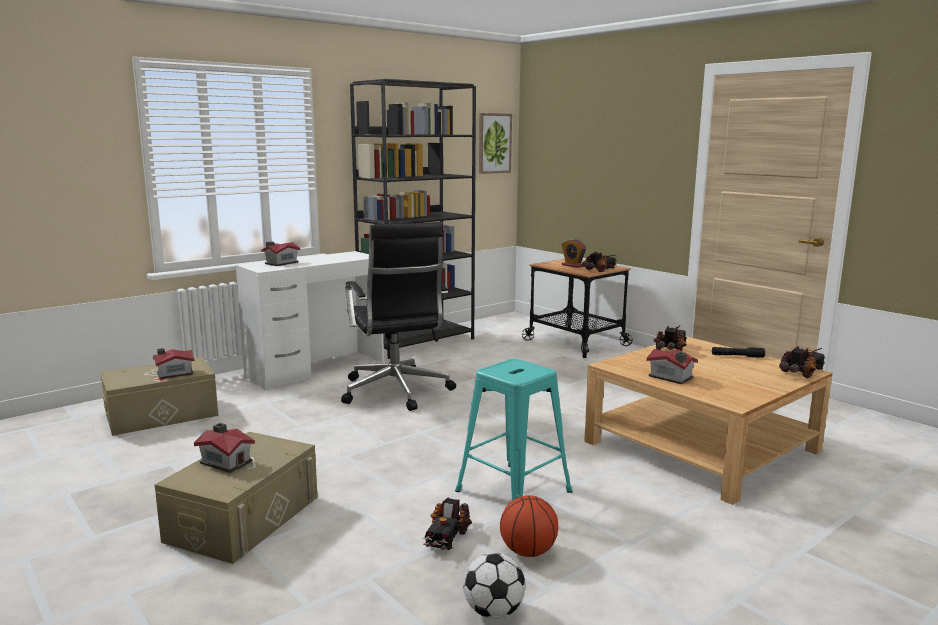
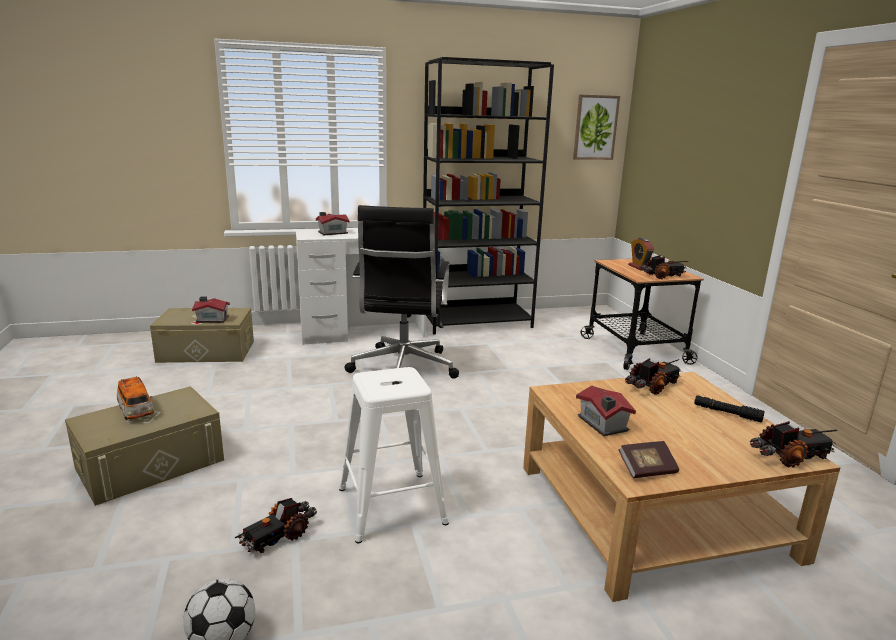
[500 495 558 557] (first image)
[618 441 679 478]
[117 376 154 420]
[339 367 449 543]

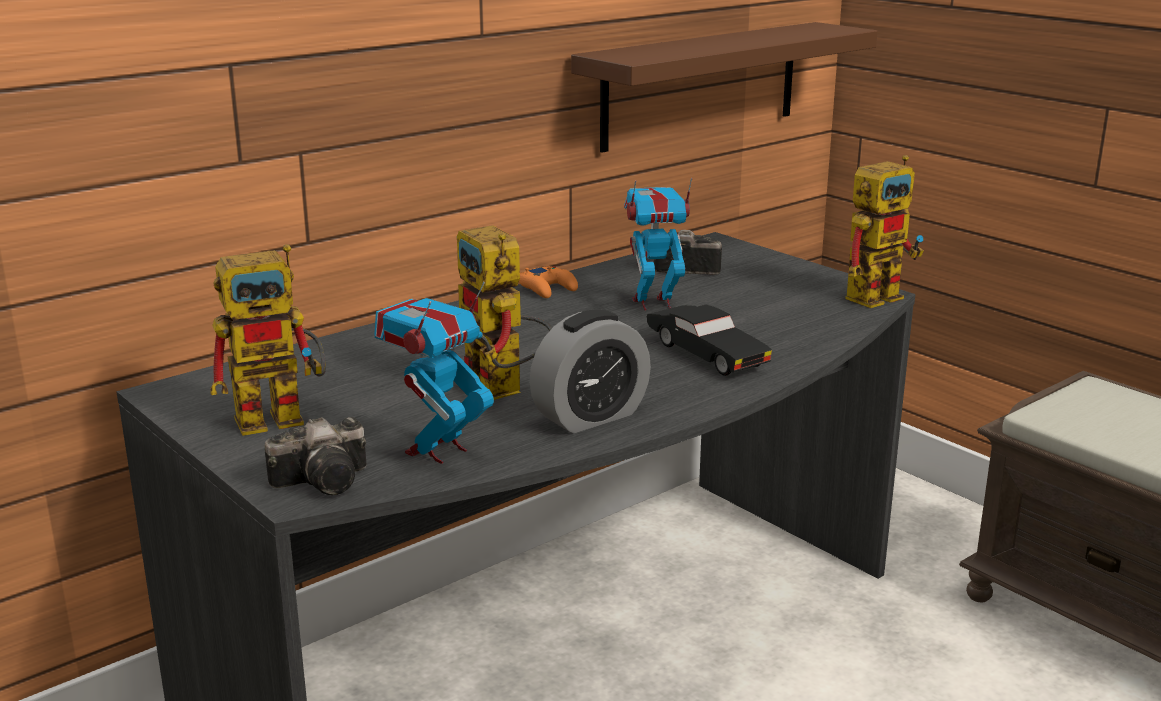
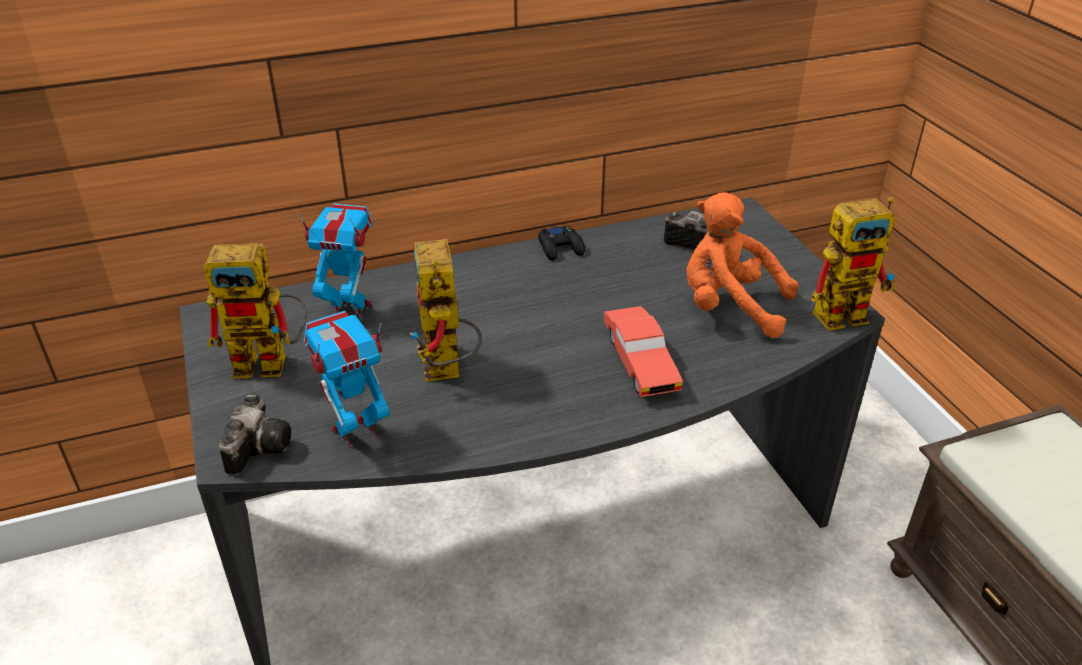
[529 309 651 433] (first image)
[571 22 878 153] (first image)
[687 192 799 338]
[297 204 373 318]
[538 226 585 261]
[604 306 683 397]
[219 393 291 475]

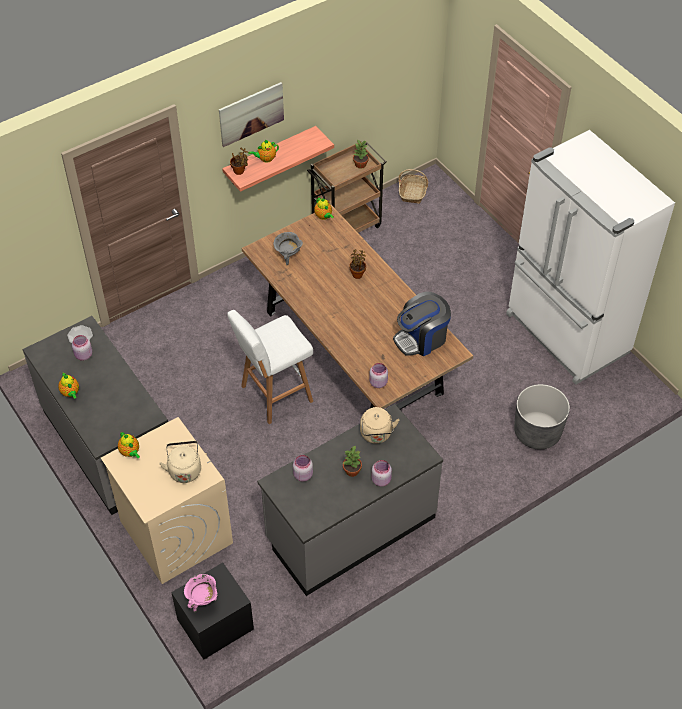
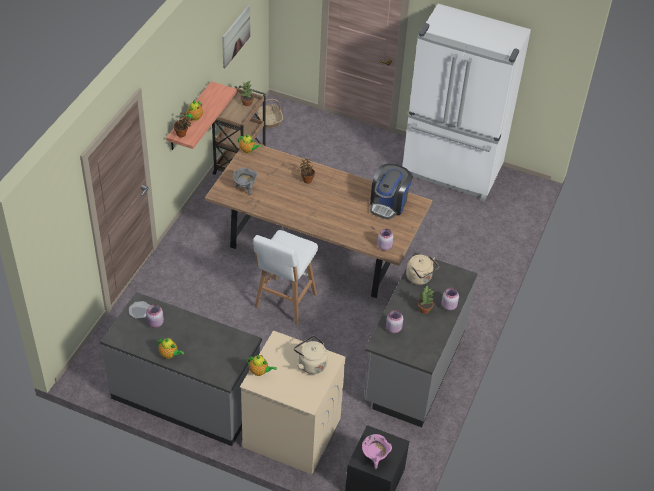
[514 384 570 450] (first image)
[222 5 250 68]

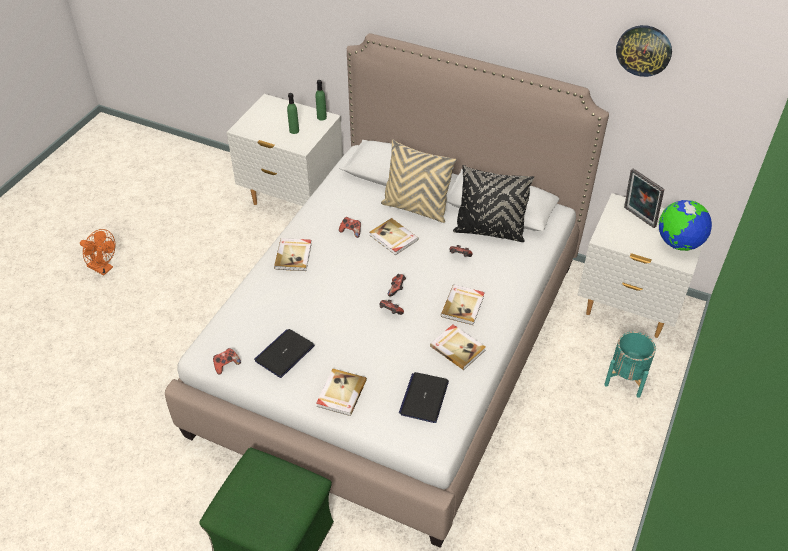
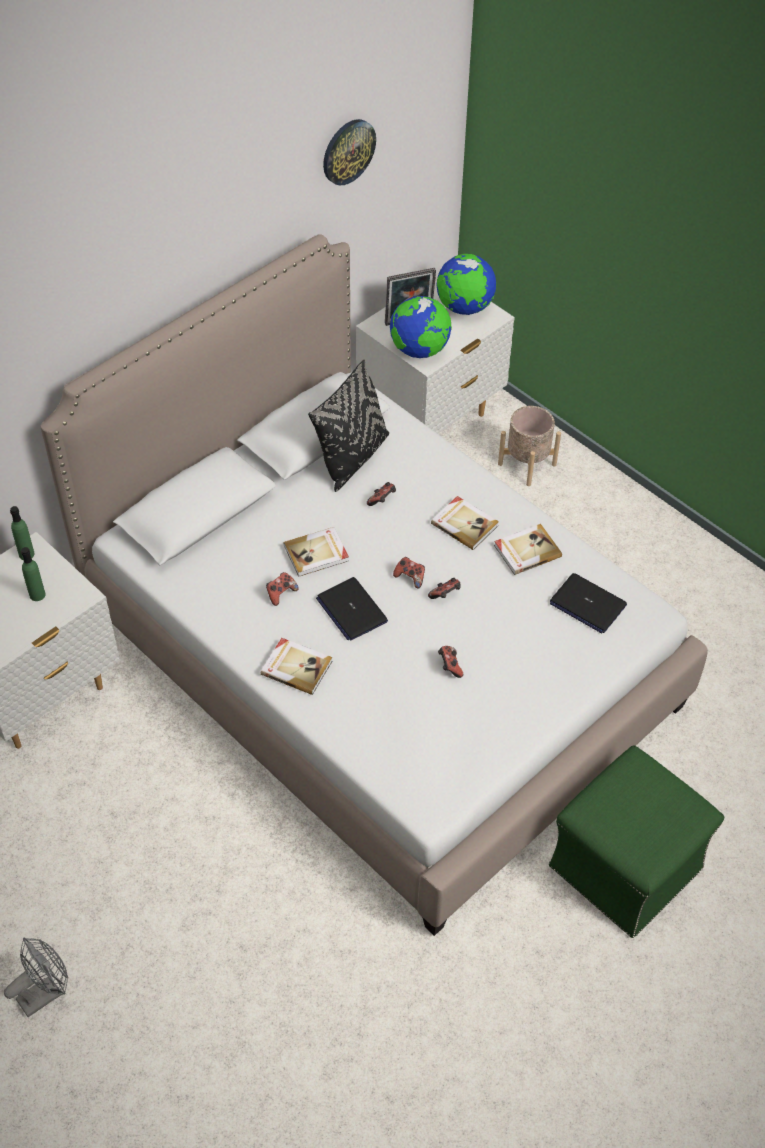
[316 369 367 416] (first image)
[381 139 457 223] (first image)
[390 296 452 358]
[438 646 463 678]
[316 577 388 641]
[4 938 68 1017]
[498 406 561 486]

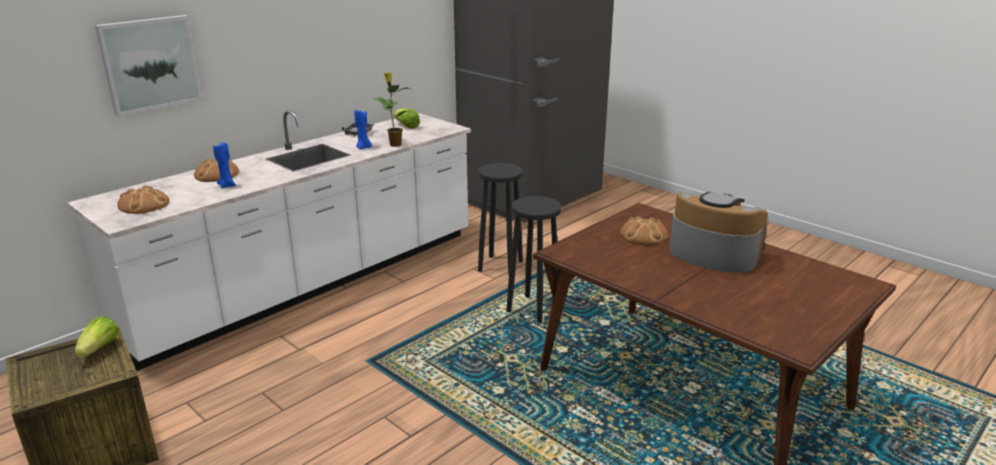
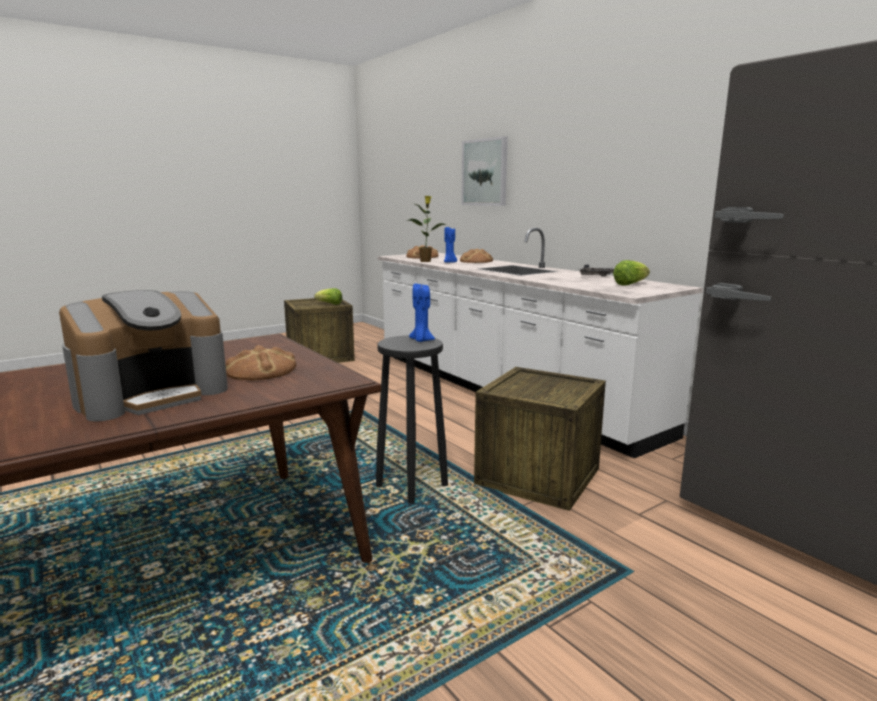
[409 282 435 342]
[407 196 447 262]
[474 367 606 511]

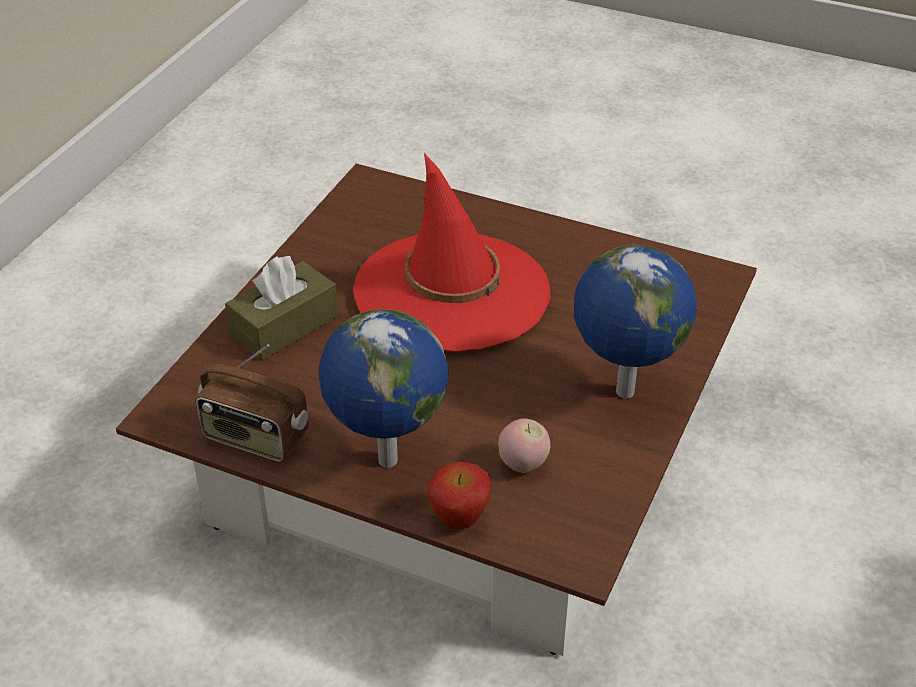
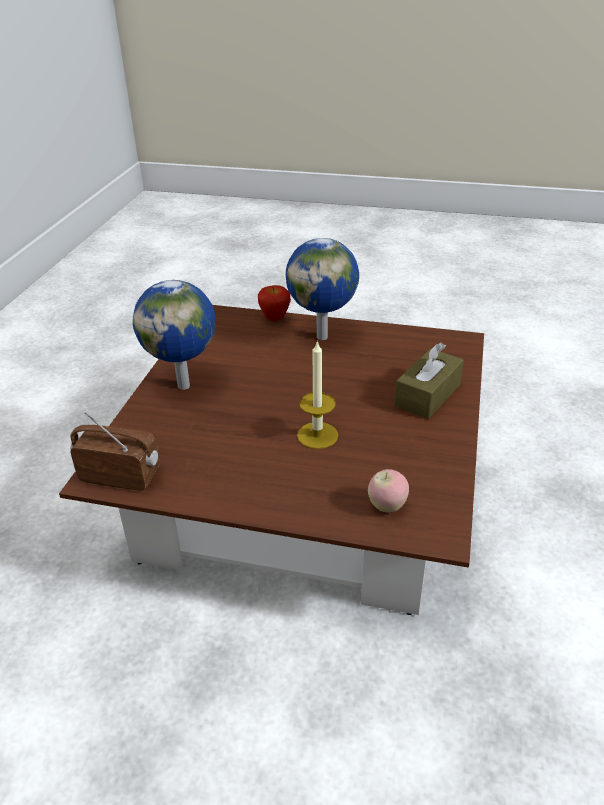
[70 412 160 491]
[368 469 409 512]
[297 341 338 449]

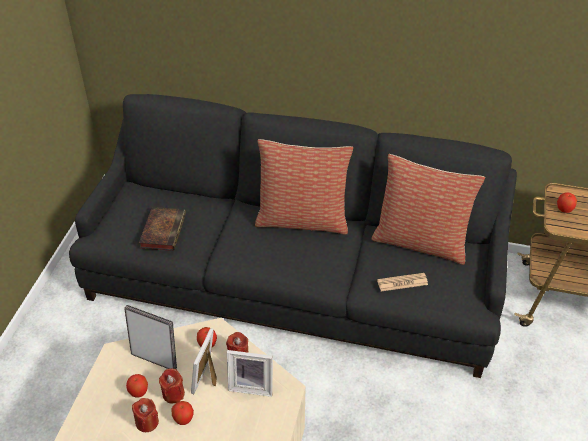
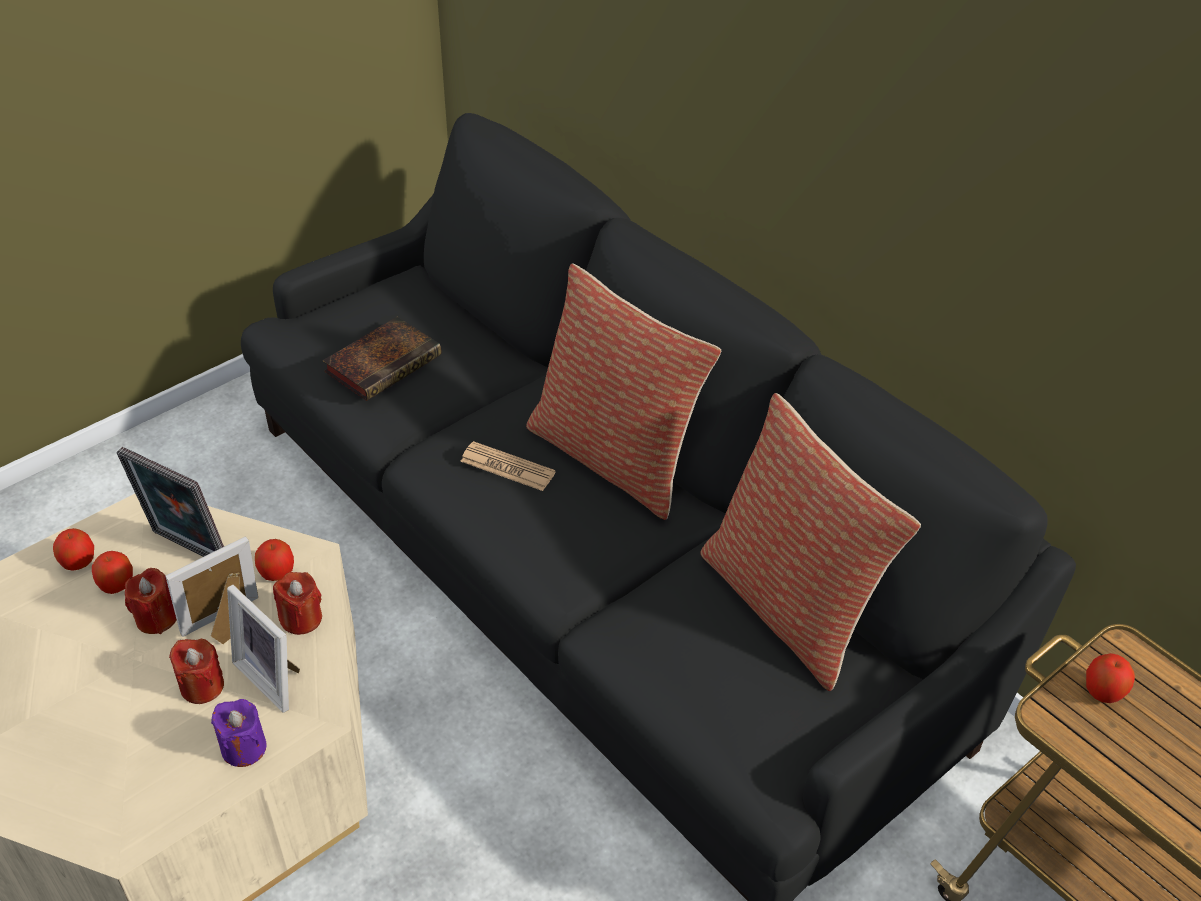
[211 699 267 767]
[169 639 224 704]
[53 528 94 571]
[460 441 556 491]
[116 447 224 557]

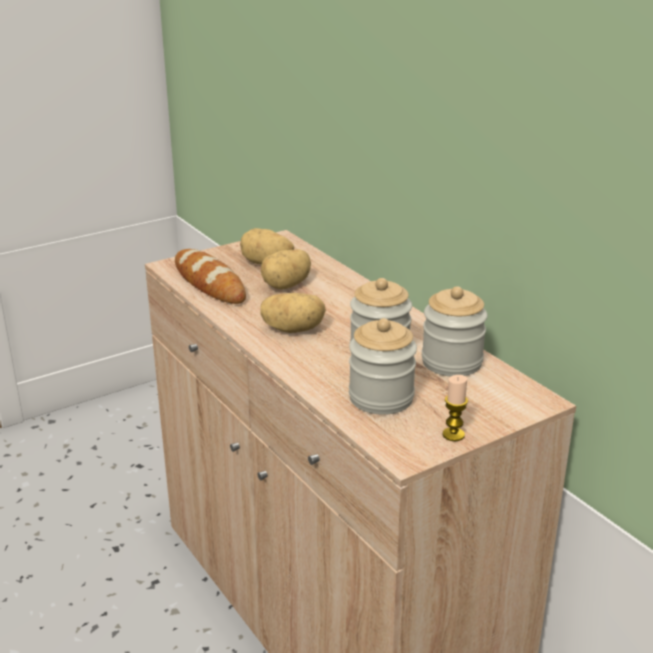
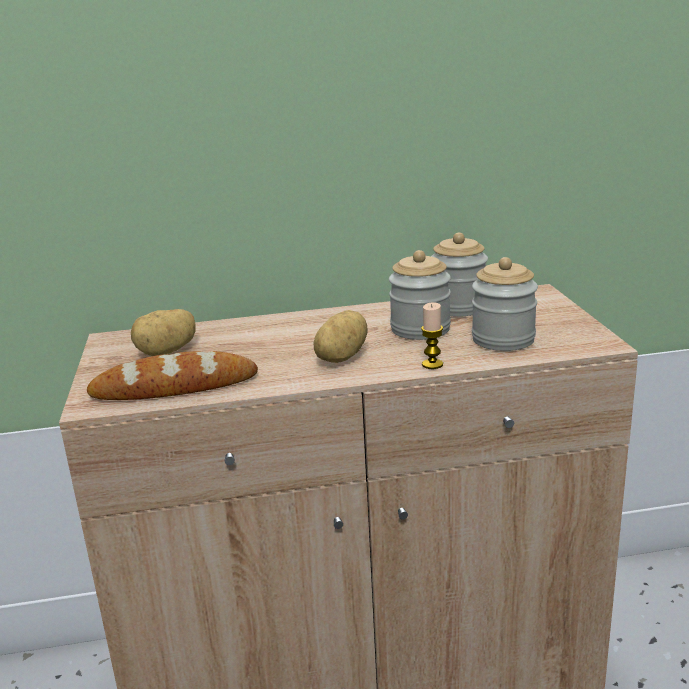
[261 249 311 289] (first image)
[421 302 443 369]

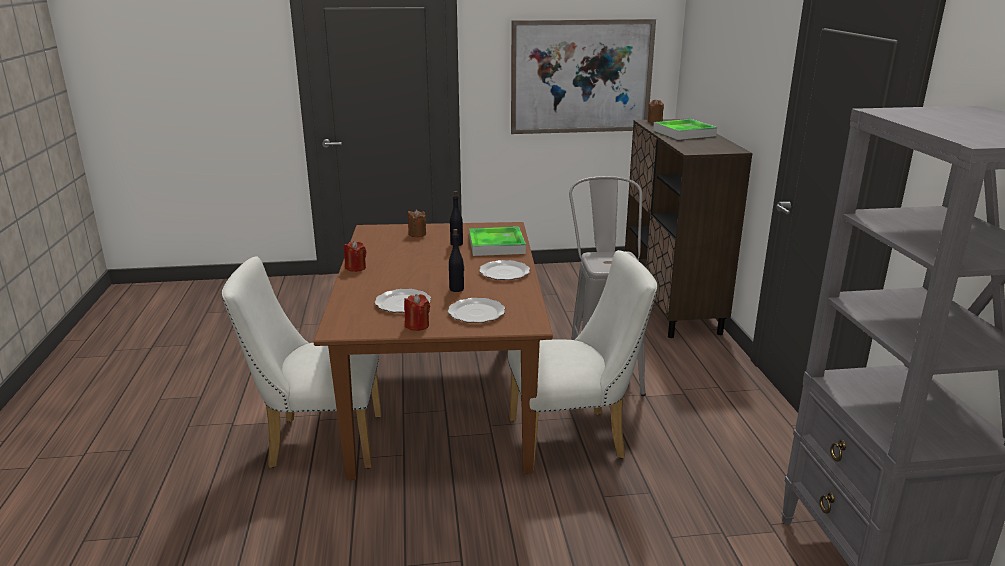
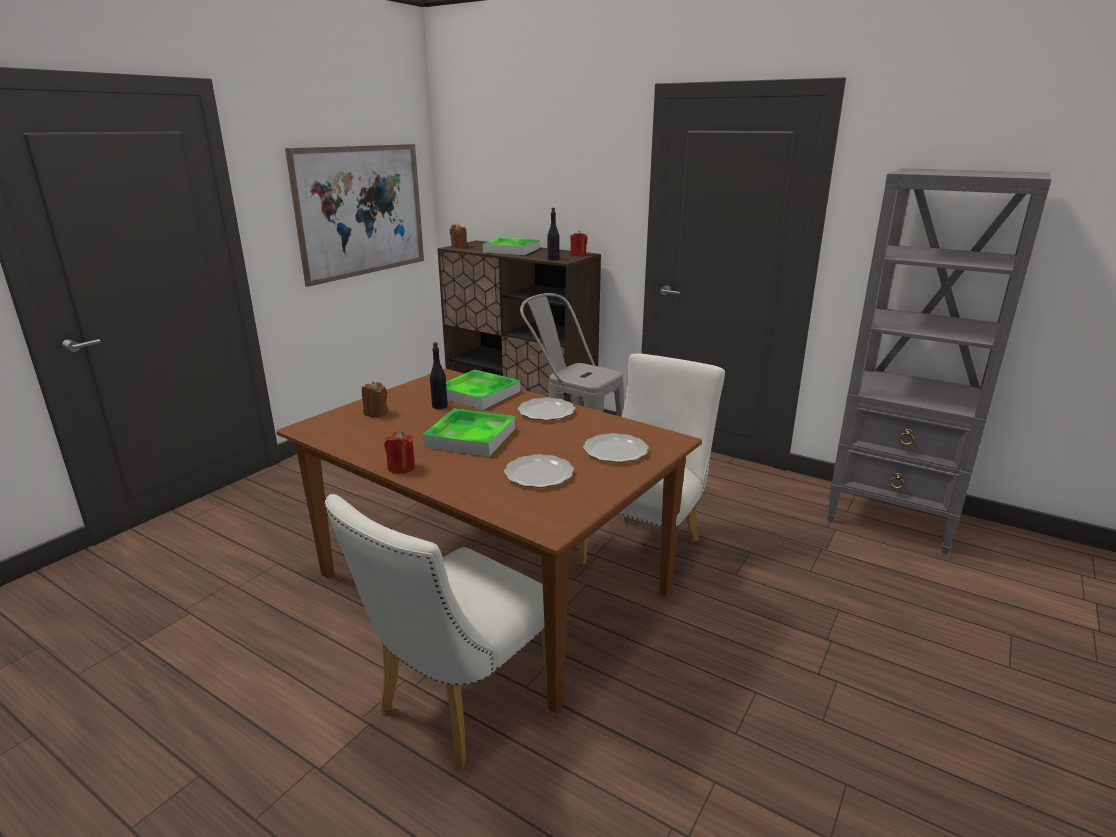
[423 409 516 457]
[570 231 588 256]
[548 208 559 261]

